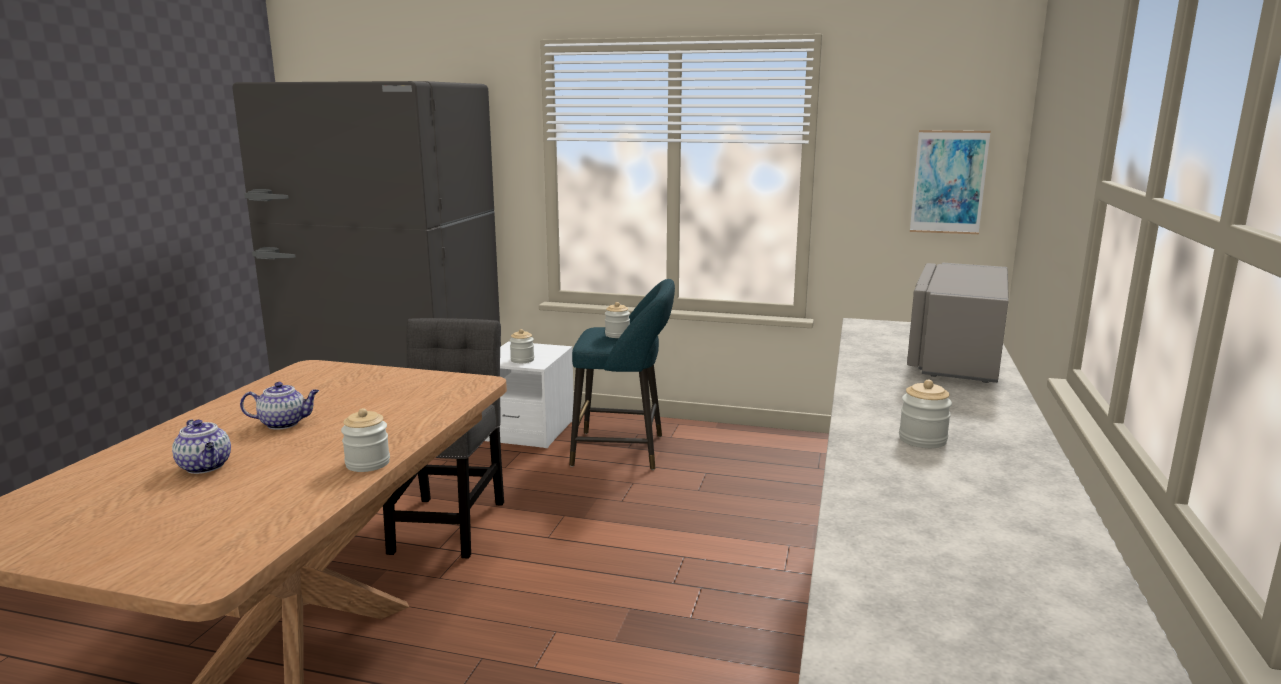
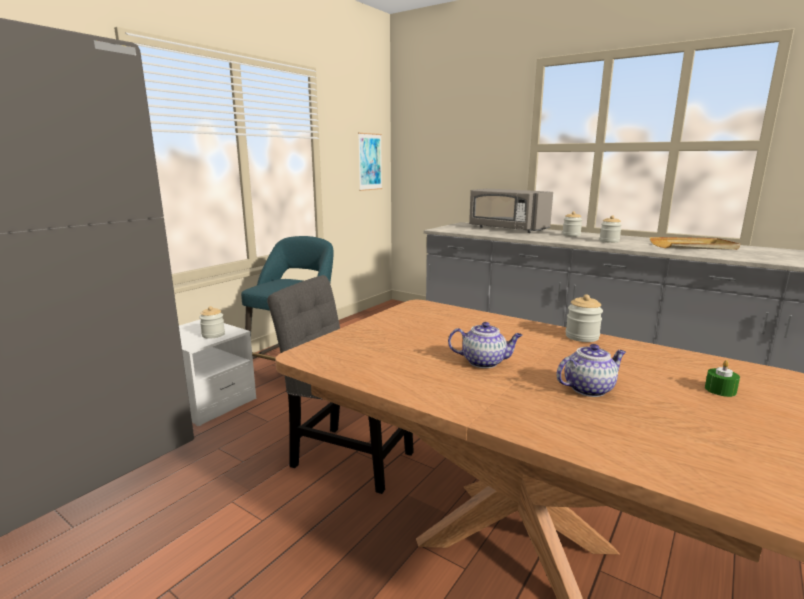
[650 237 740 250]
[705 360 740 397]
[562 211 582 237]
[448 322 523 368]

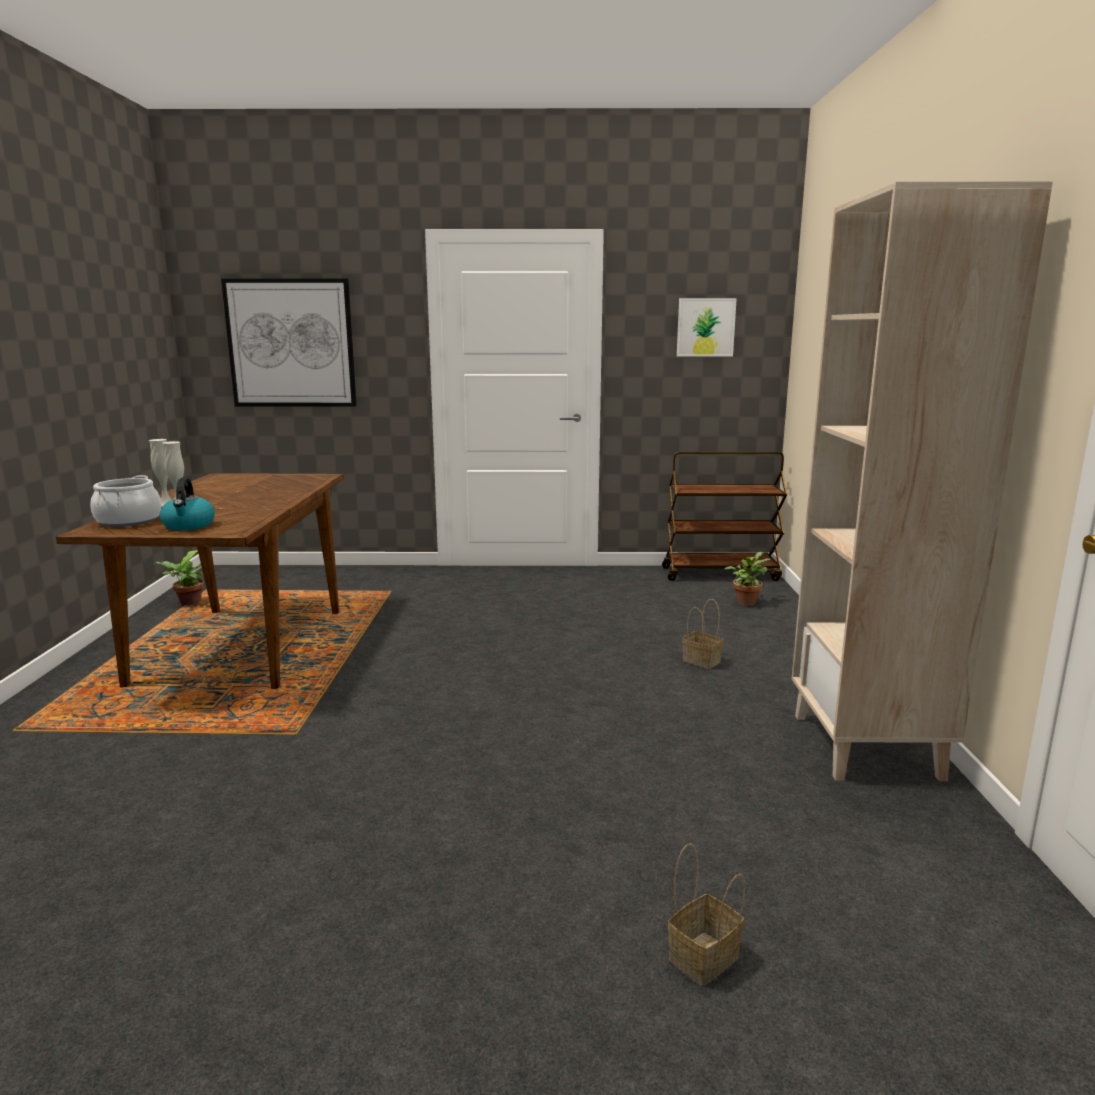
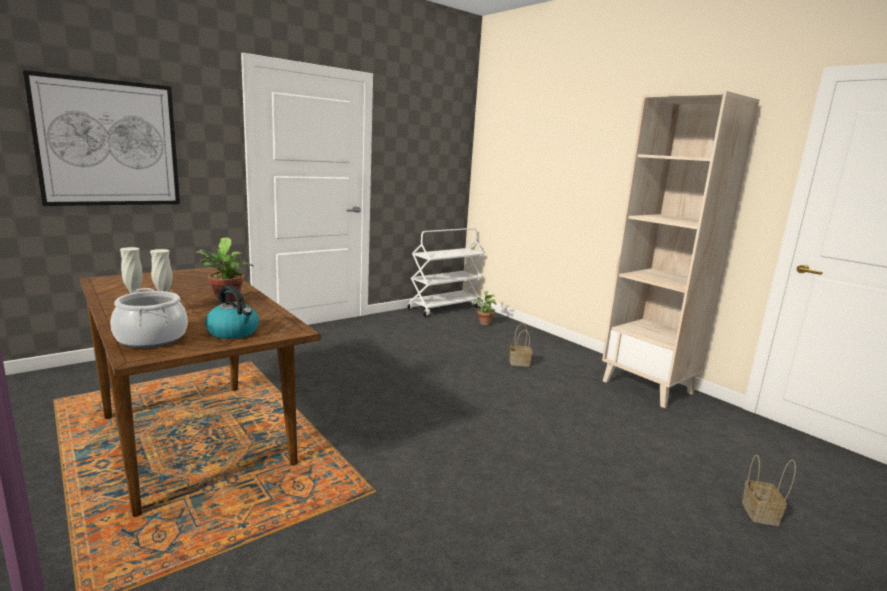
[677 298 737 357] (first image)
[194 237 253 302]
[407 228 484 317]

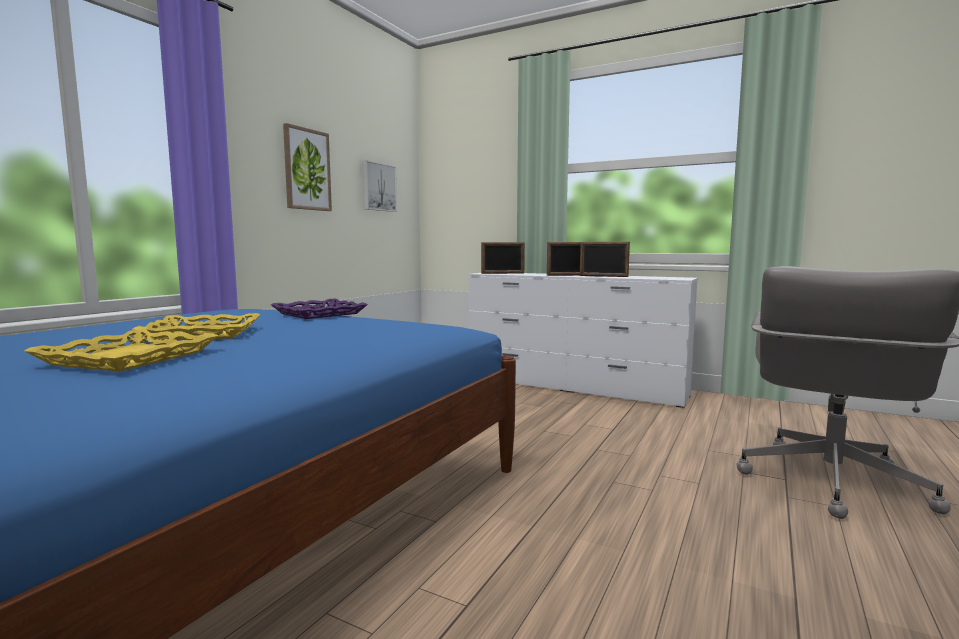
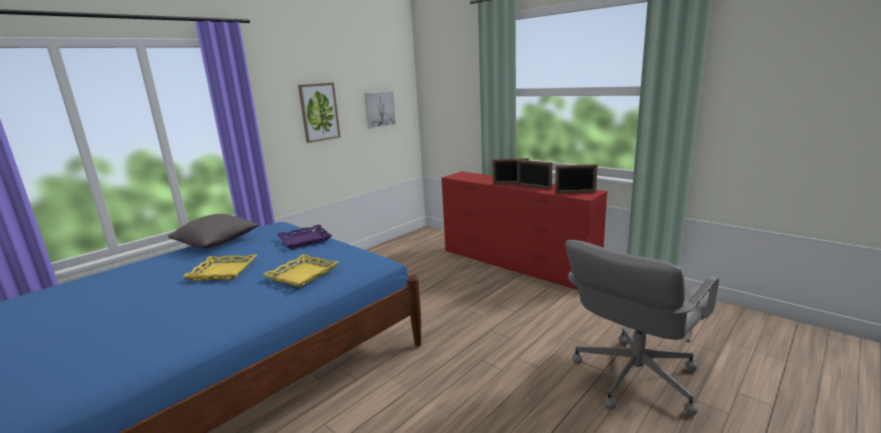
[168 214 259 249]
[262 254 339 287]
[555 164 598 194]
[441 171 608 290]

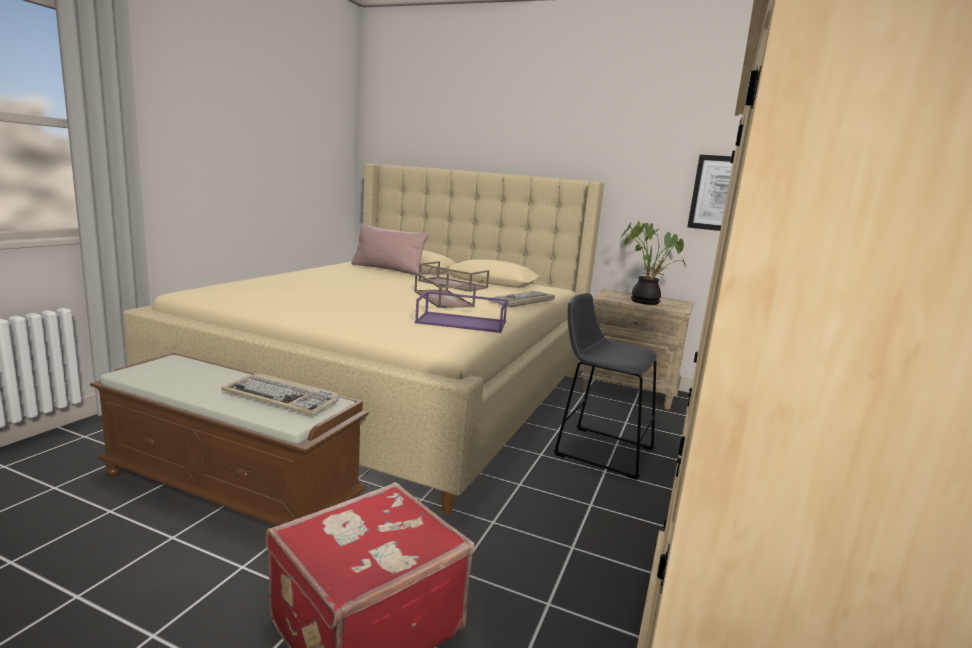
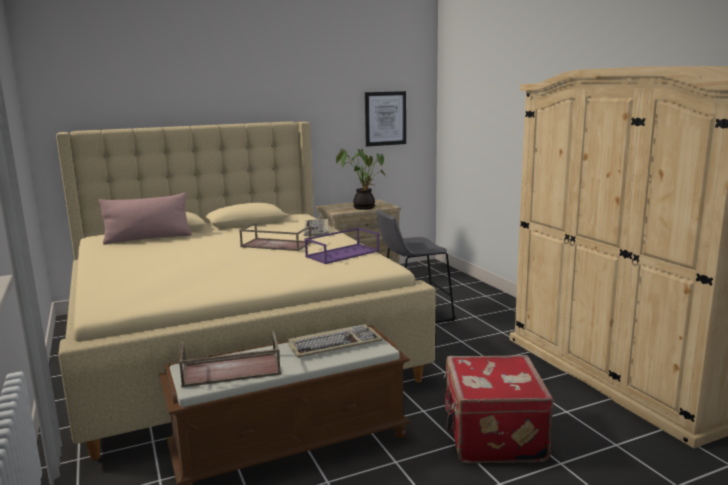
[179 331 281 388]

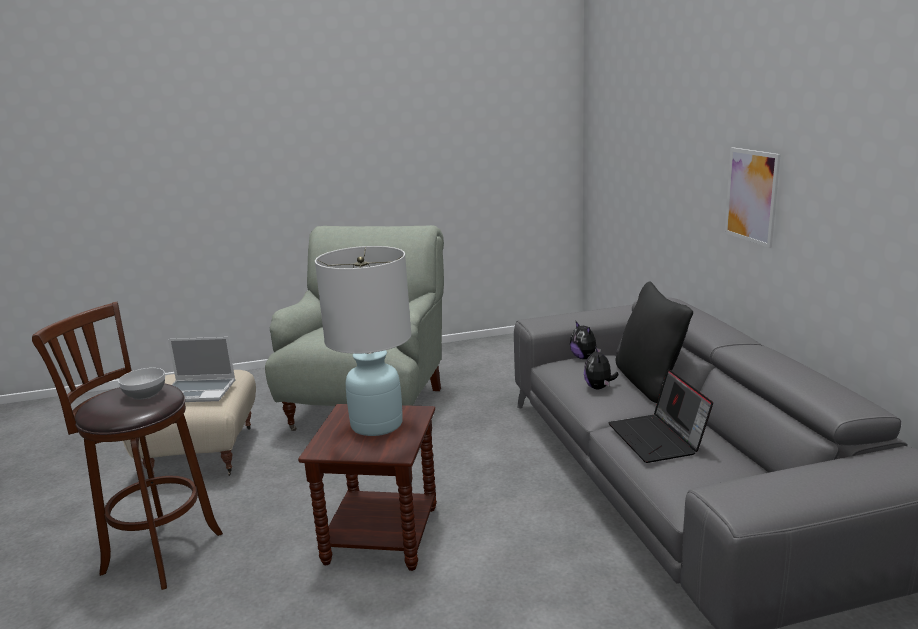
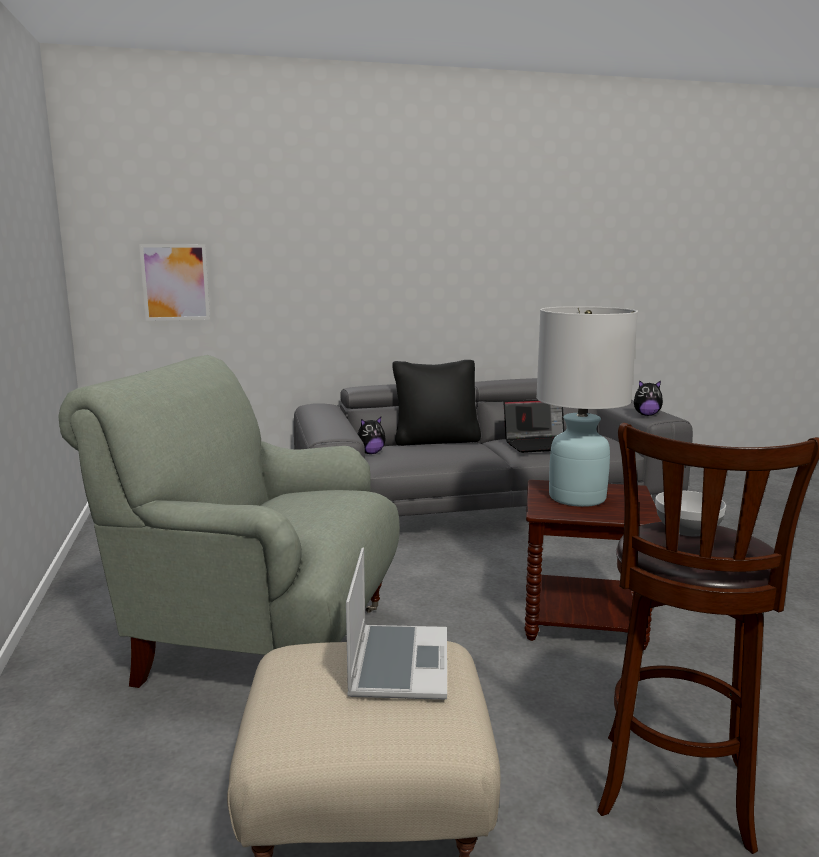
[634 380 663 416]
[139 244 210 321]

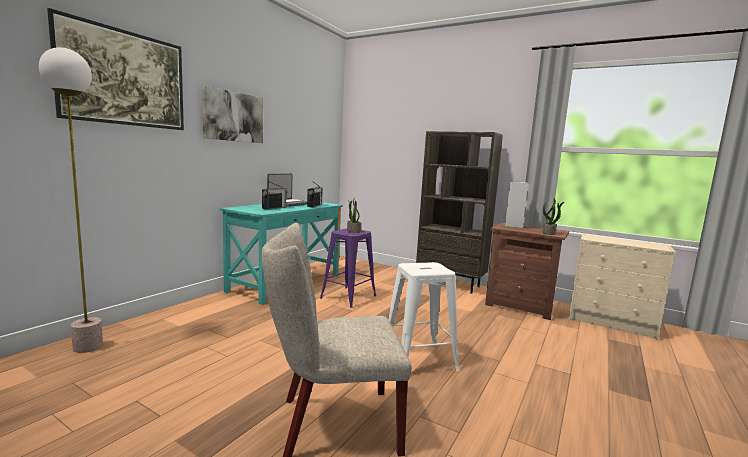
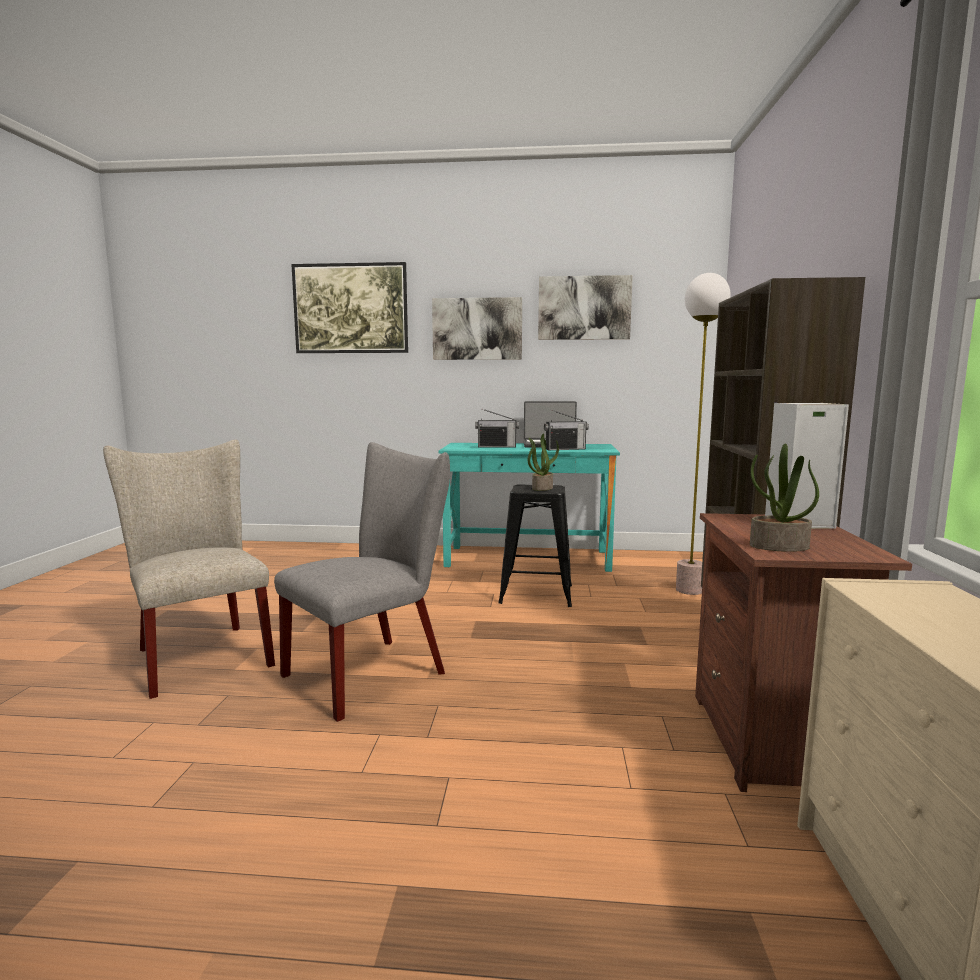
[538 275 633 340]
[676 273 731 595]
[274 442 450 722]
[498 484 572 607]

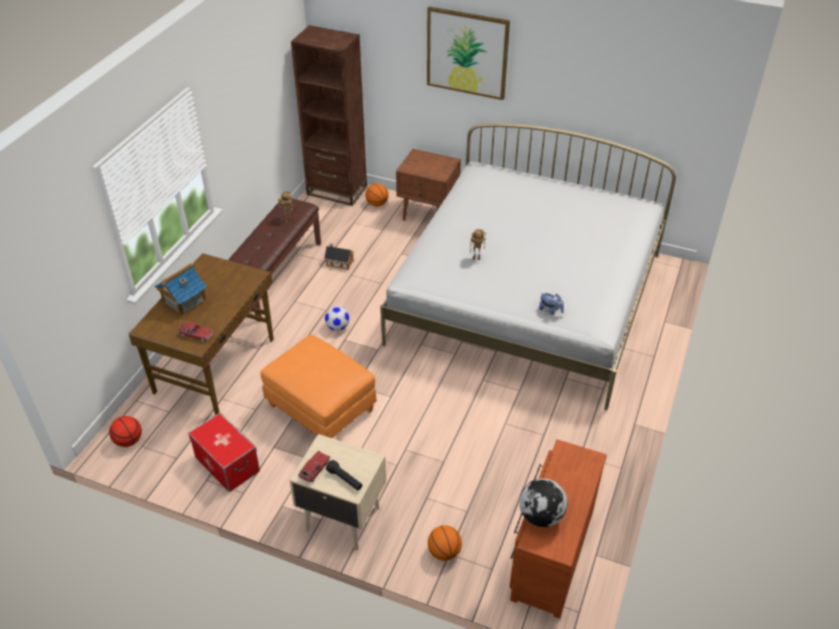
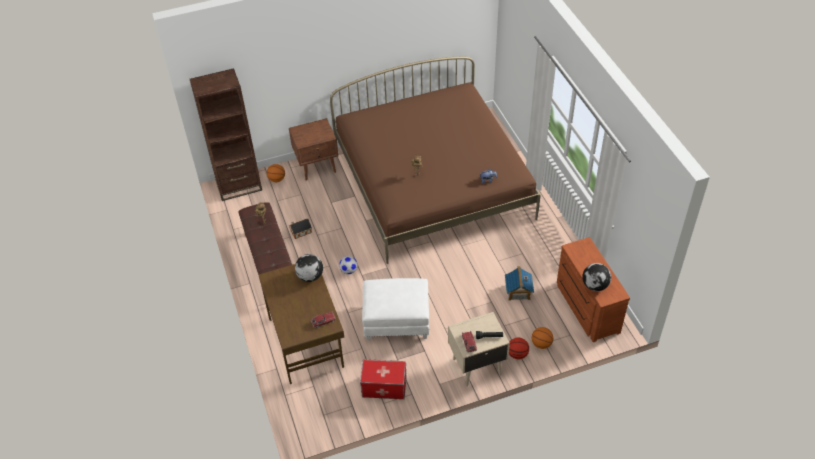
[427 6 510 100] (first image)
[295 254 323 282]
[509 338 529 359]
[505 266 534 300]
[362 278 429 341]
[330 57 541 264]

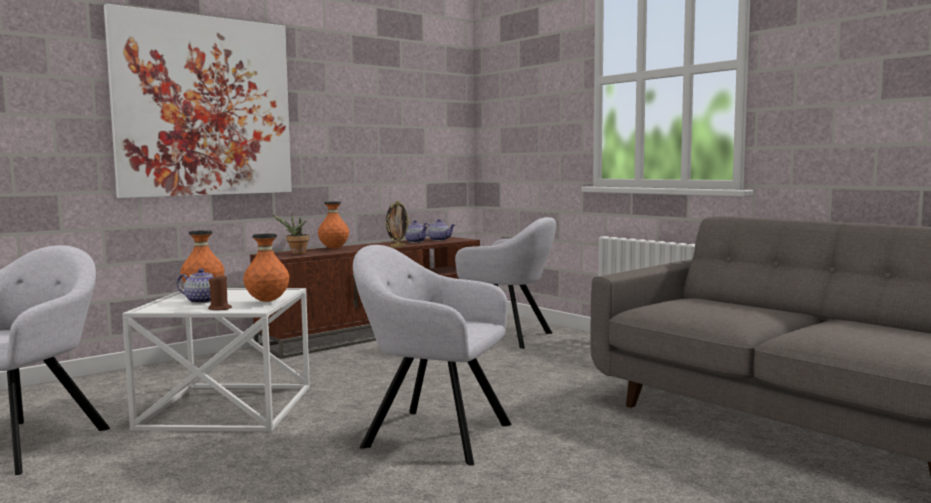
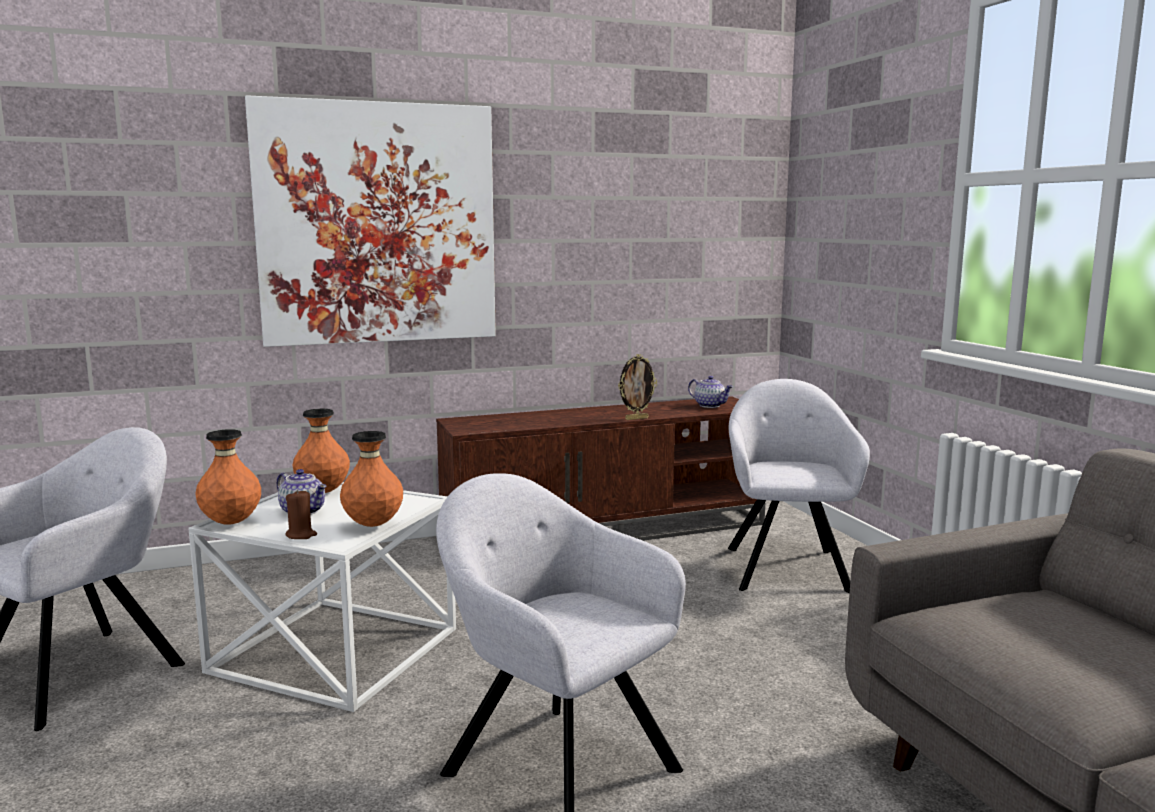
[270 213 309 254] (first image)
[405 220 428 243] (first image)
[195 429 261 525]
[728 379 870 593]

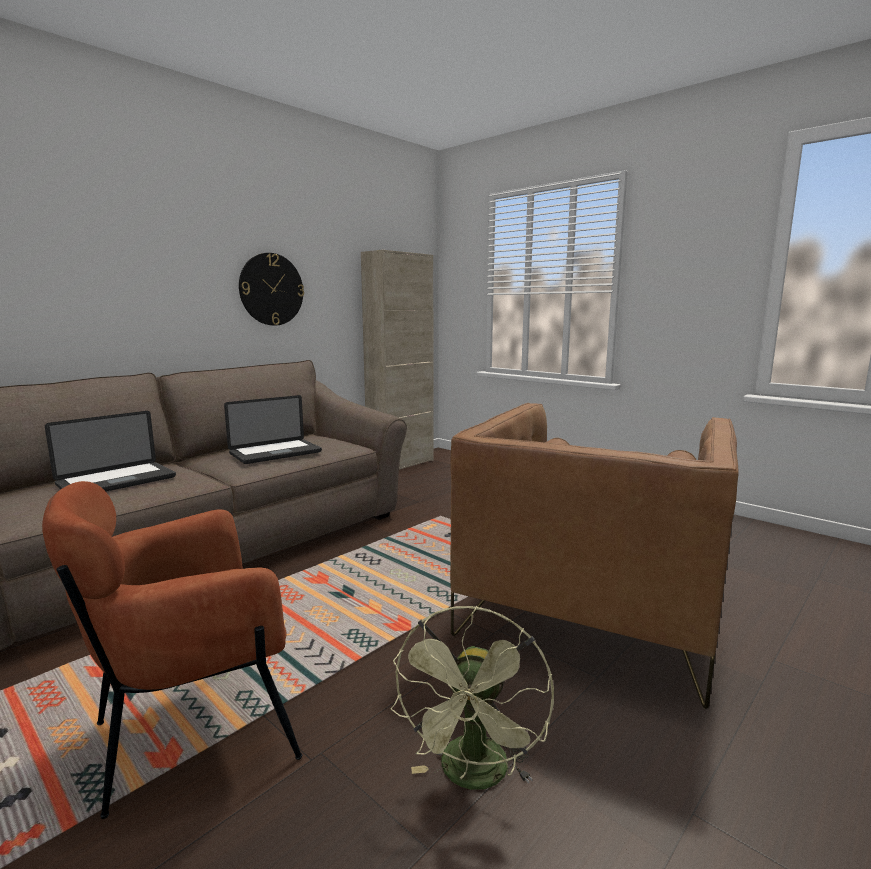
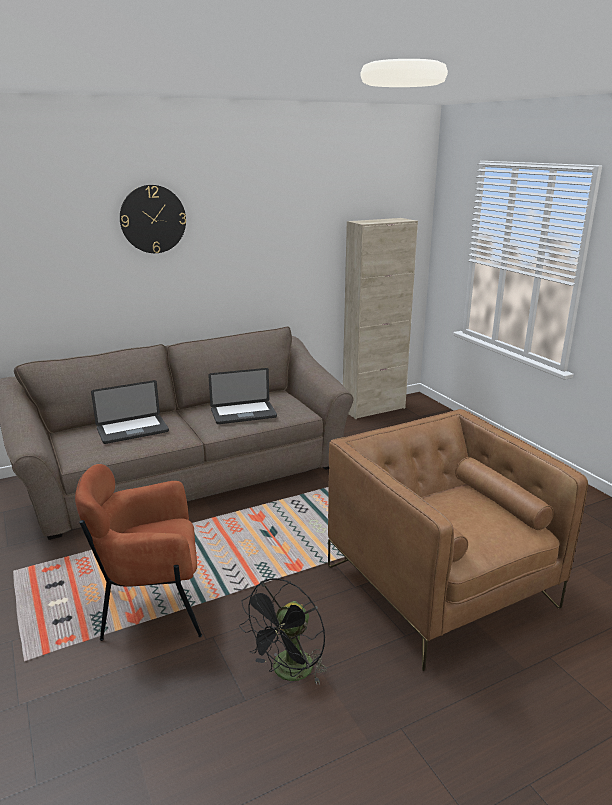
[120 185 186 253]
[239 578 327 685]
[328 409 588 671]

